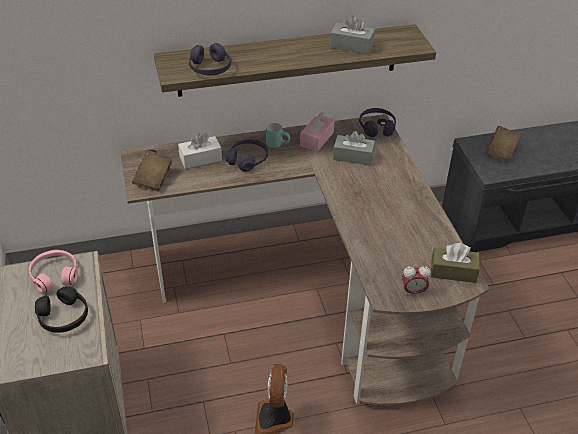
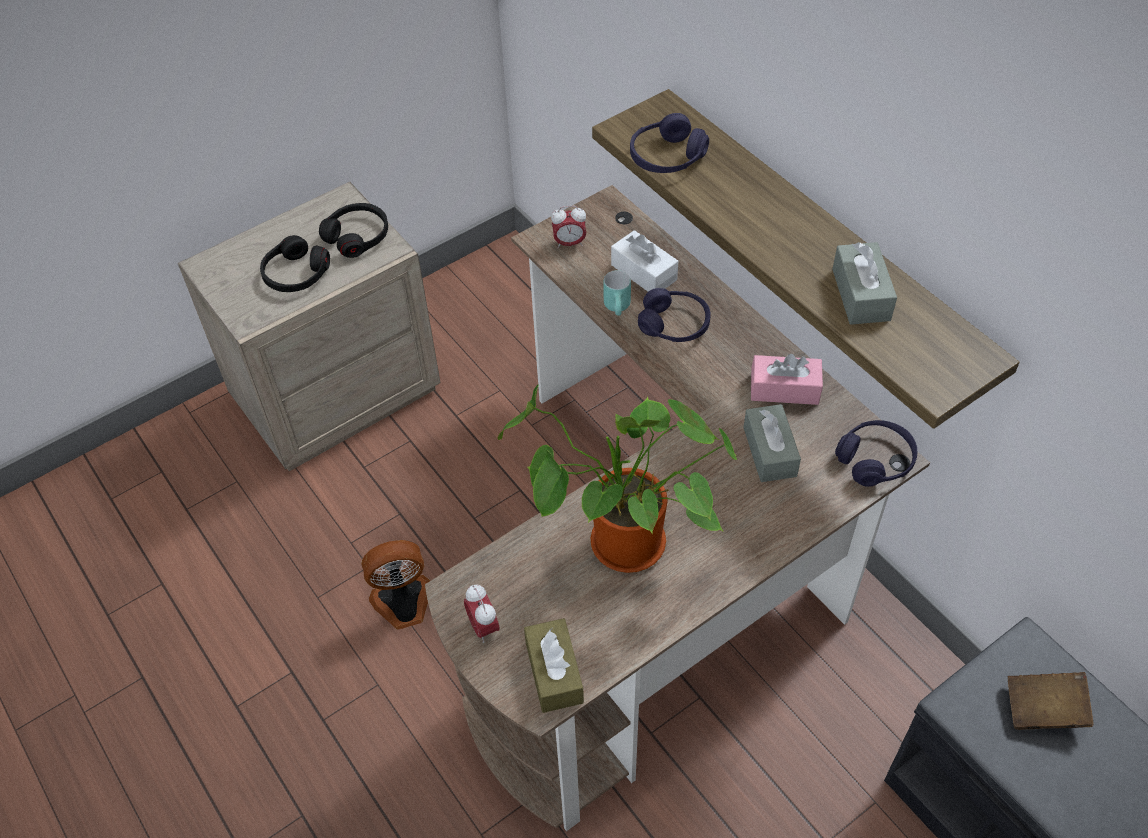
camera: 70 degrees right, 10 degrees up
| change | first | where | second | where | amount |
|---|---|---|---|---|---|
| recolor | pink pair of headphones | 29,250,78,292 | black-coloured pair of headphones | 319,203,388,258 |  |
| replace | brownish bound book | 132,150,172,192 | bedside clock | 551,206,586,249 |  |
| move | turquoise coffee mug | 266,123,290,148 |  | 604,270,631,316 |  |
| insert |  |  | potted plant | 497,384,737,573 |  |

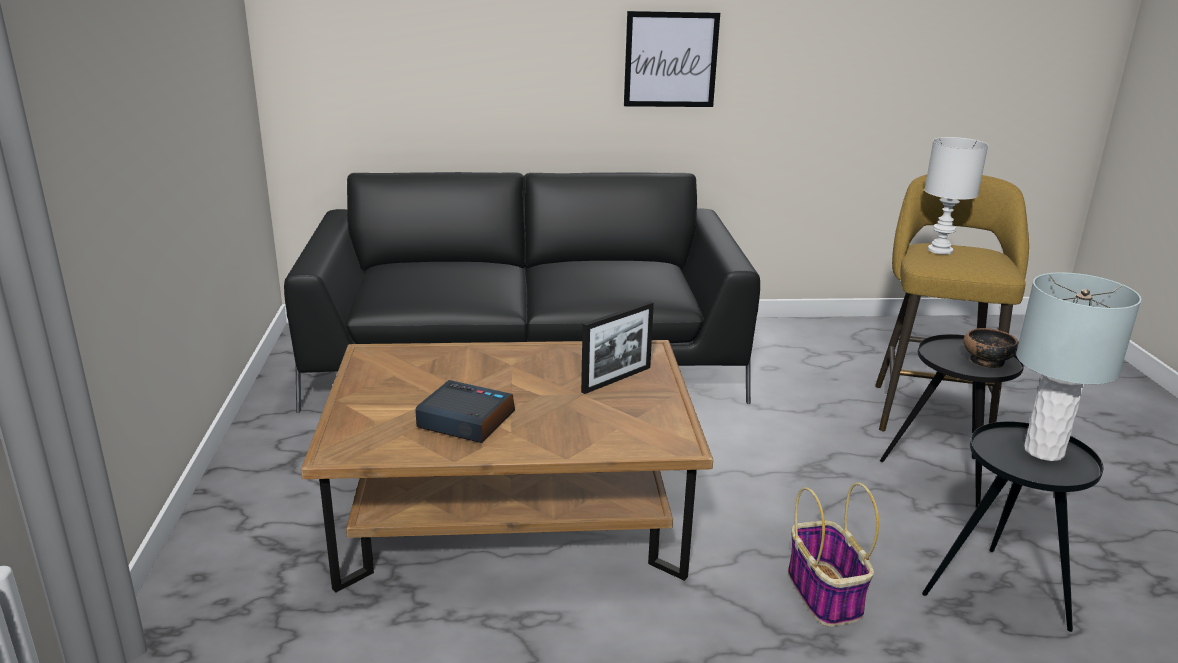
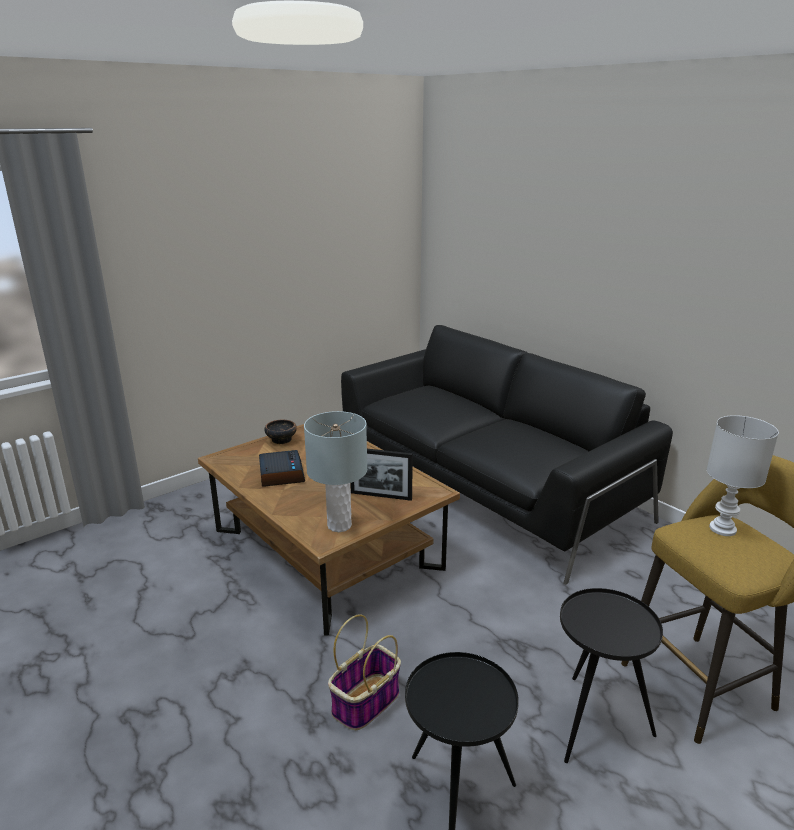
camera: 55 degrees right, 0 degrees up
| change | first | where | second | where | amount |
|---|---|---|---|---|---|
| delete | wall picture | 624,11,720,107 |  |  |  |
| move | serving bowl | 963,328,1019,368 |  | 264,419,297,444 |  |
| move | gray table lamp | 1016,272,1142,461 |  | 304,411,367,532 |  |

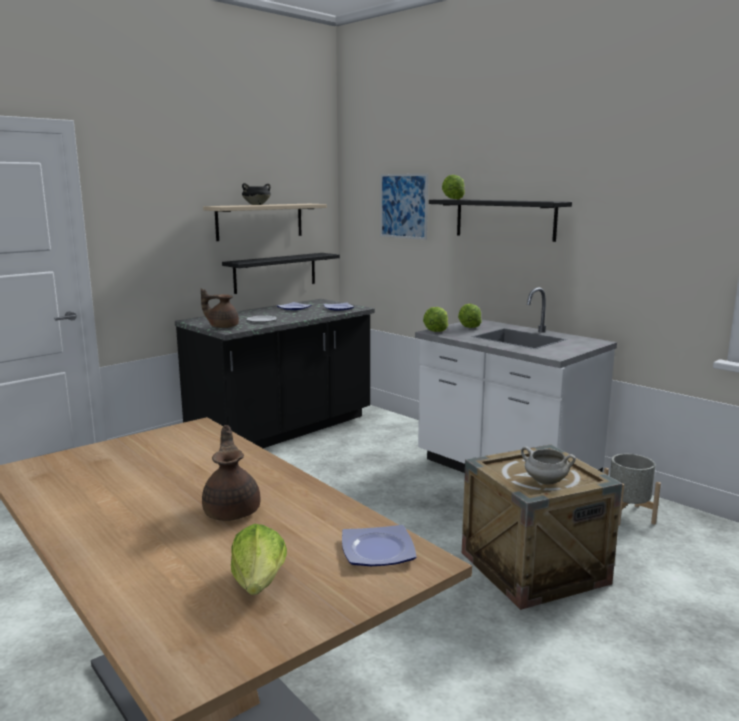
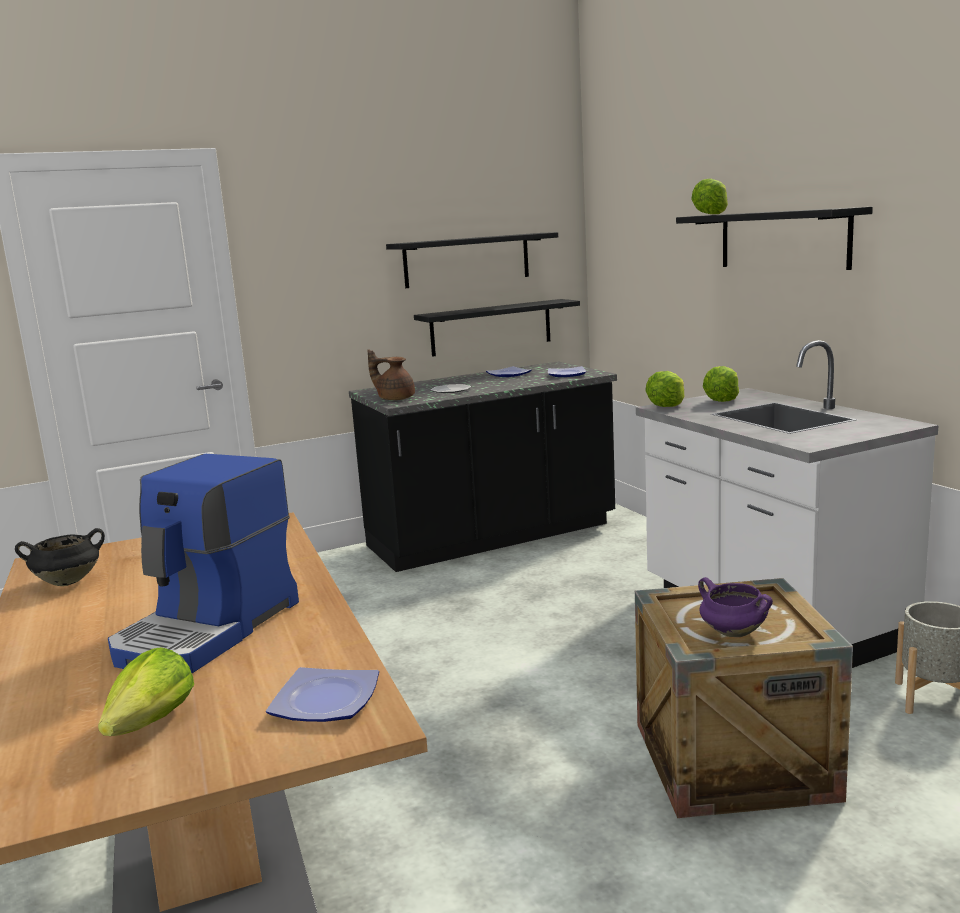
camera: 20 degrees right, 0 degrees up
| change | first | where | second | where | amount |
|---|---|---|---|---|---|
| replace | brownish teapot | 202,425,260,521 | coffee machine | 108,454,299,673 |  |
| recolor | beige-coloured shelf | 203,204,327,241 | black-coloured shelf | 386,232,558,288 |  |
| move | black-coloured stockpot | 242,183,271,205 |  | 15,528,105,586 |  |
| delete | wall picture | 380,174,428,240 |  |  |  |
| recolor | white stockpot | 521,446,576,485 | purplish stockpot | 698,577,773,637 |  |

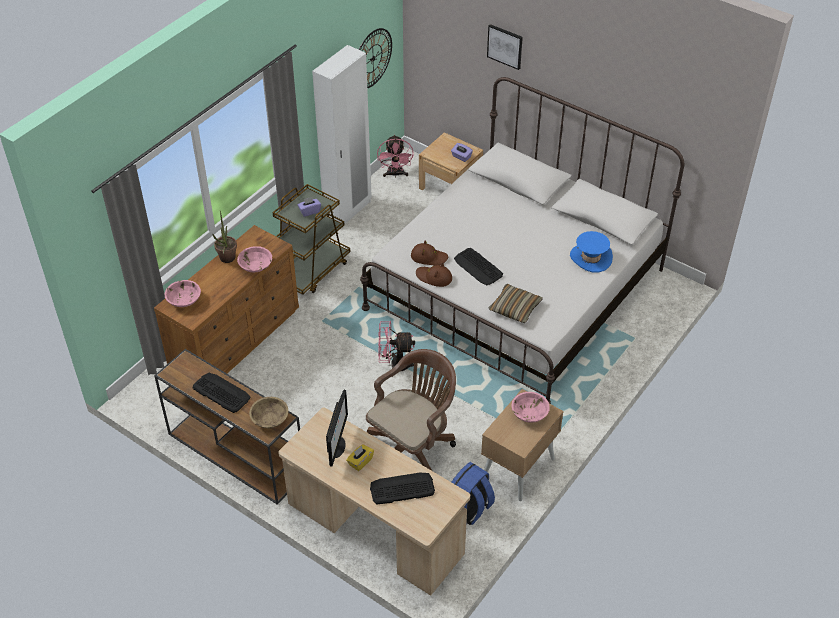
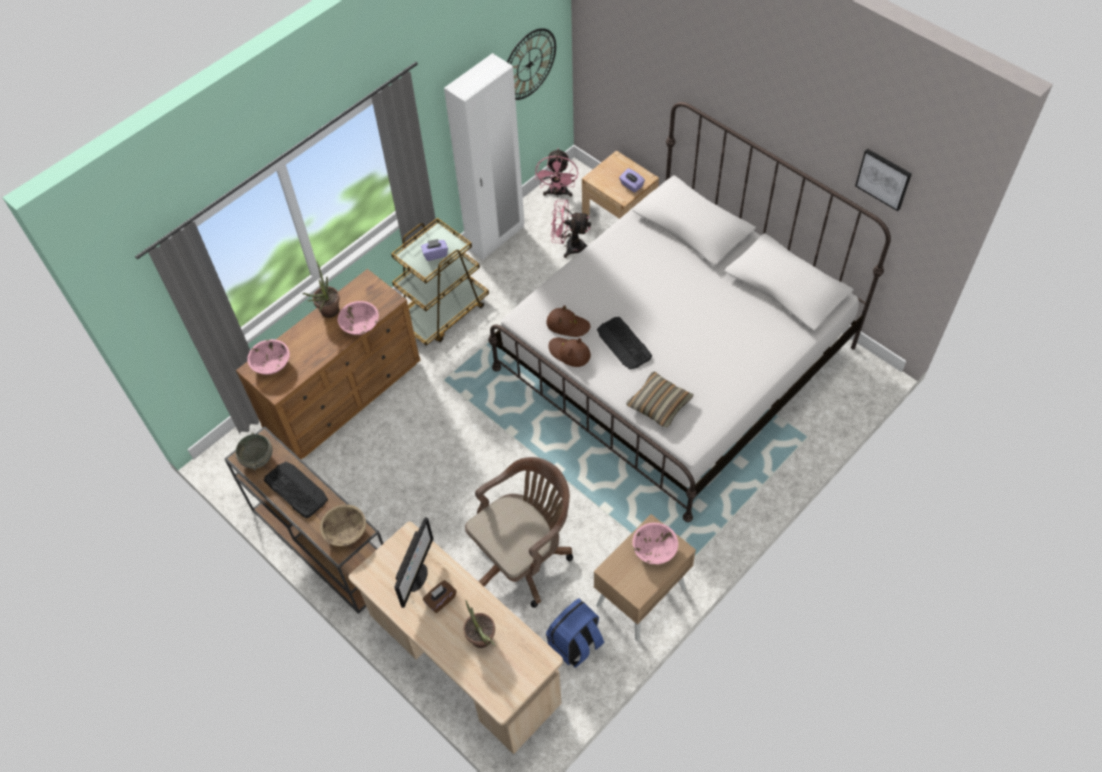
camera: 10 degrees right, 10 degrees up
| change | first | where | second | where | amount |
|---|---|---|---|---|---|
| recolor | yellow-coloured tissue box | 346,445,374,471 | brownish tissue box | 423,580,457,613 |  |
| replace | PC keyboard | 370,472,435,505 | potted plant | 463,600,496,648 |  |
| move | pink electric fan | 378,321,415,377 |  | 551,199,591,258 |  |
| move | wall picture | 487,24,523,70 |  | 855,148,912,211 |  |
| delete | bluish wearable hat | 570,231,613,272 |  |  |  |
| insert |  |  | gray serving bowl | 236,432,272,470 |  |

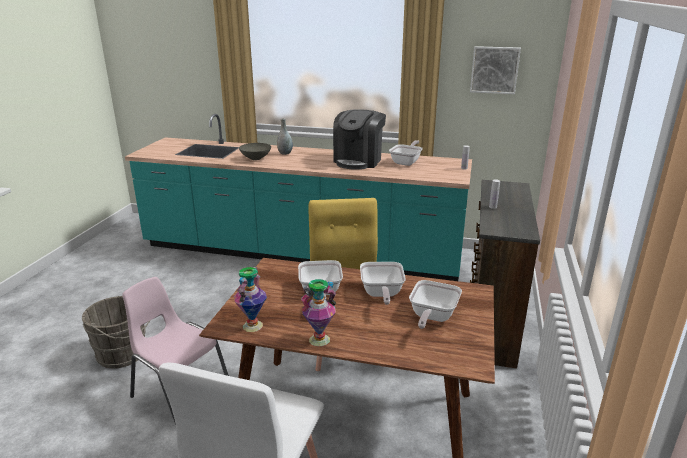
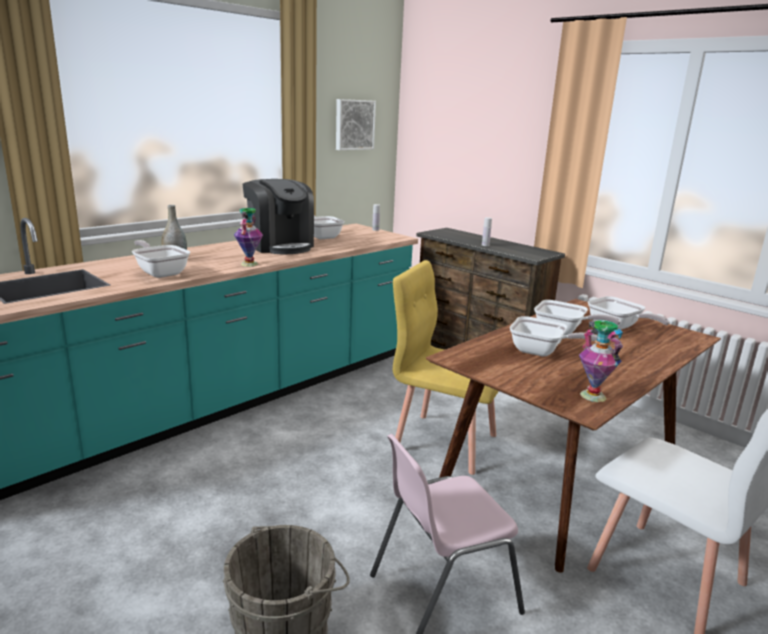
camera: 60 degrees left, 5 degrees down
| change | first | where | second | where | amount |
|---|---|---|---|---|---|
| replace | gray serving bowl | 239,143,271,160 | skillet | 132,240,190,278 |  |
| move | vase | 301,279,336,347 |  | 234,208,263,267 |  |

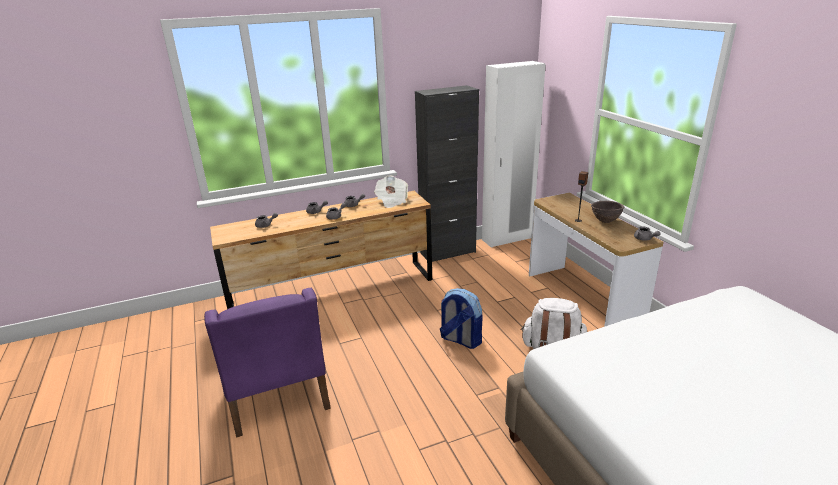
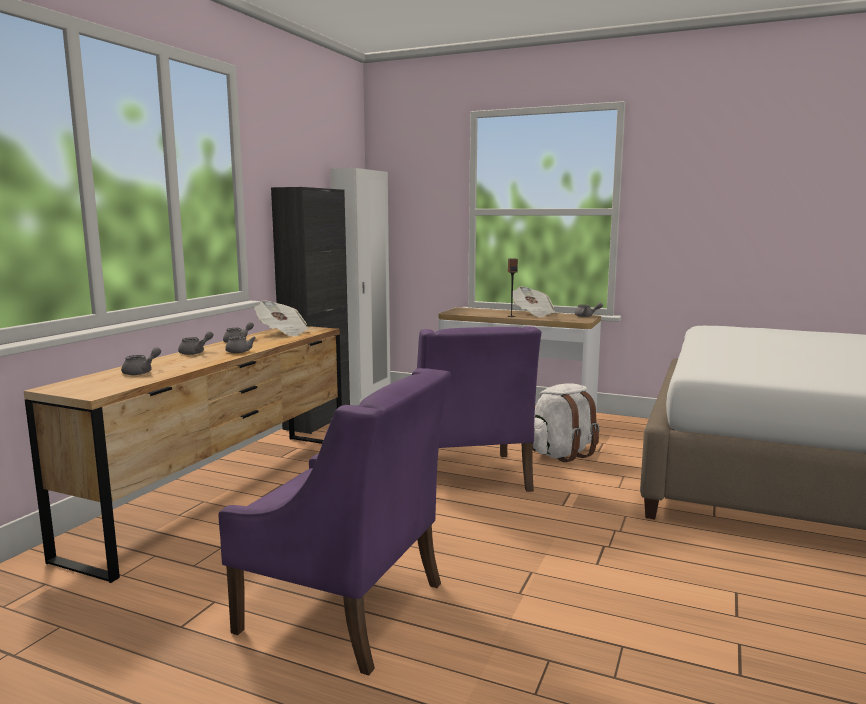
camera: 45 degrees left, 15 degrees down
| change | first | where | second | where | amount |
|---|---|---|---|---|---|
| replace | knapsack | 440,288,482,349 | purplish armchair | 417,326,542,492 |  |
| replace | brownish serving bowl | 591,201,624,223 | printed paper | 513,286,555,317 |  |

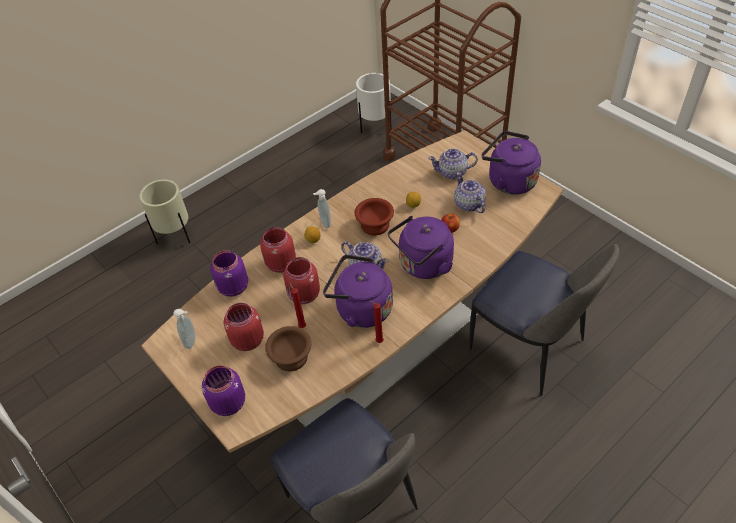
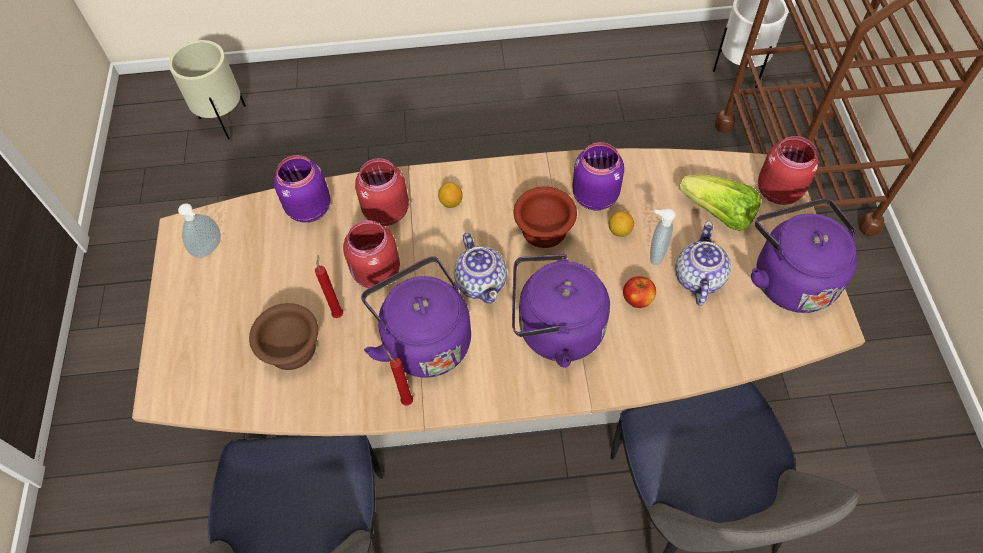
camera: 35 degrees right, 10 degrees up
| change | first | where | second | where | amount |
|---|---|---|---|---|---|
| move | beige-coloured plant pot | 139,179,190,244 |  | 169,40,246,140 |  |
| move | purplish storage jar | 202,365,245,416 |  | 573,142,624,210 |  |
| move | red-coloured storage jar | 224,303,264,351 |  | 758,136,819,205 |  |
| move | soap dispenser | 313,189,331,228 |  | 650,209,676,265 |  |
| replace | teapot | 428,148,478,179 | lettuce head | 679,175,761,231 |  |

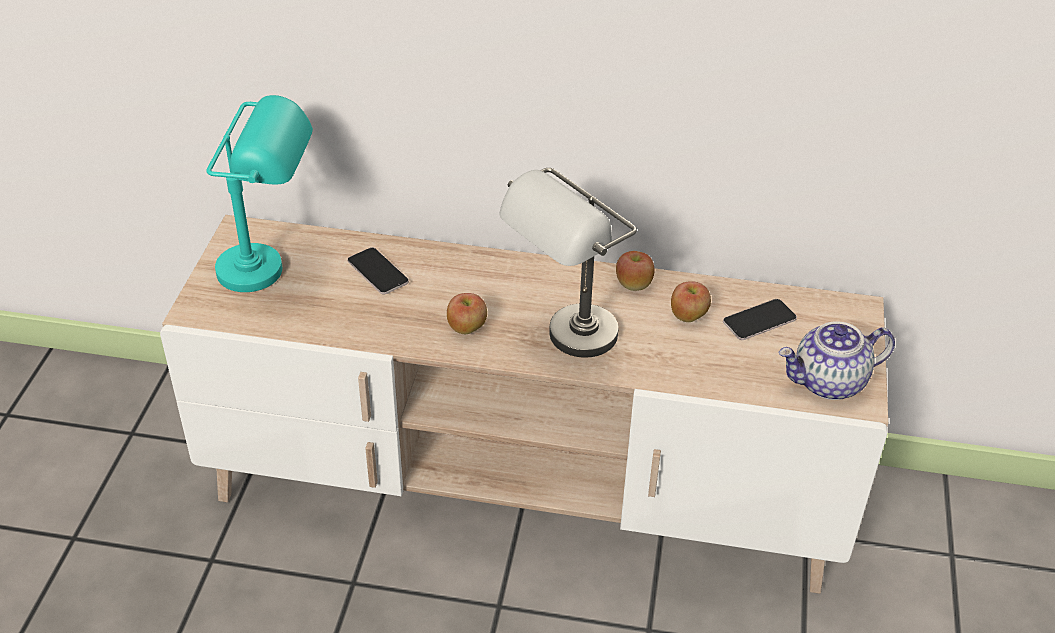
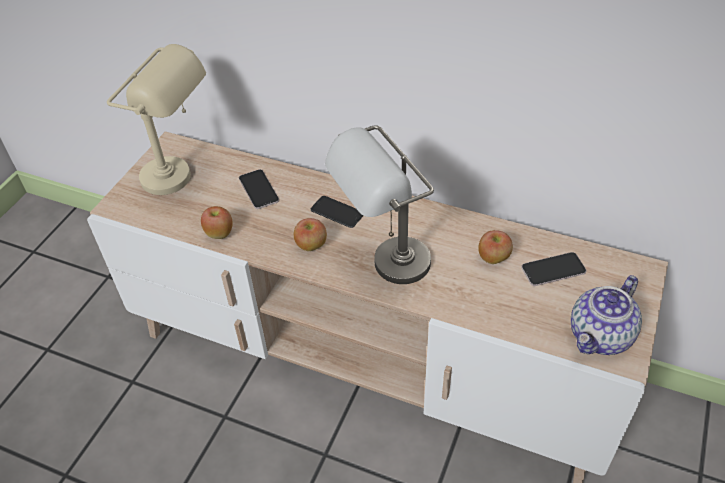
camera: 15 degrees right, 5 degrees up
| change | first | where | second | where | amount |
|---|---|---|---|---|---|
| recolor | turquoise table lamp | 206,95,313,292 | beige-coloured table lamp | 107,44,206,195 |  |
| move | apple | 616,251,654,291 |  | 201,206,232,239 |  |
| rotate | teapot | 779,321,895,400 |  | 571,275,642,355 | 45 degrees counterclockwise |
| insert |  |  | telephone | 311,196,363,228 |  |

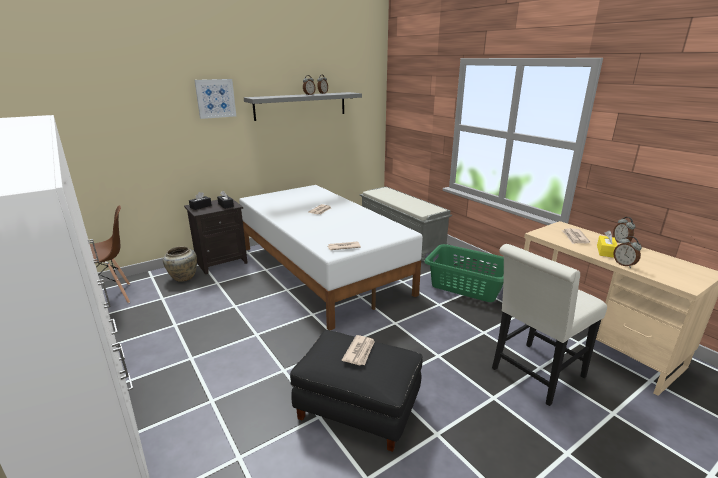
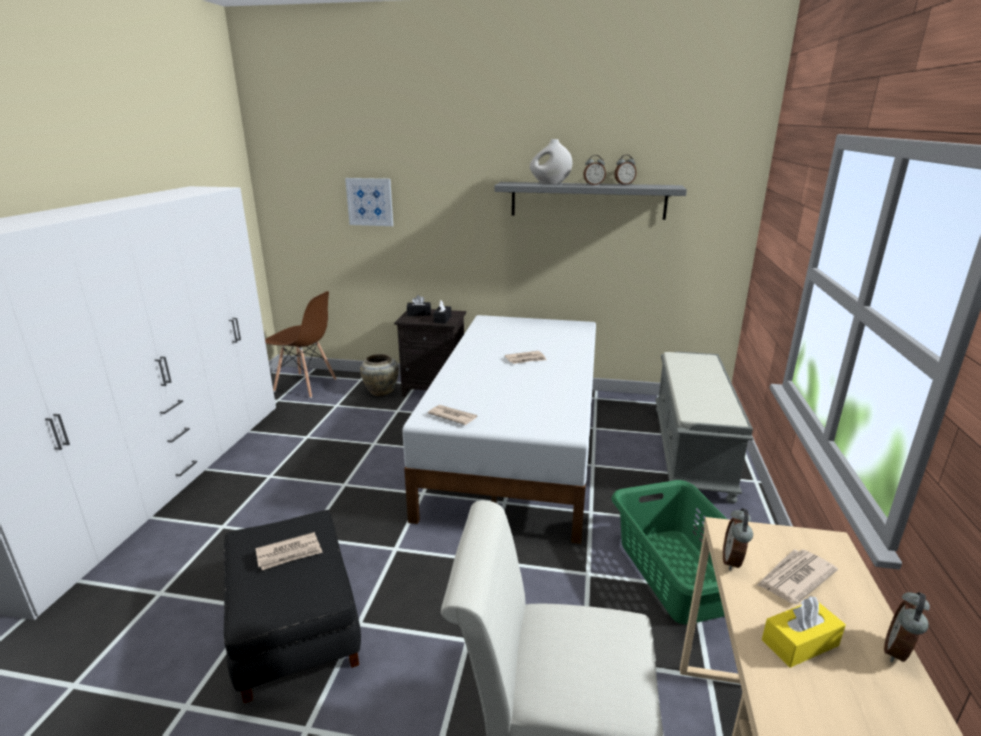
camera: 45 degrees right, 0 degrees up
| change | first | where | second | where | amount |
|---|---|---|---|---|---|
| move | wall picture | 194,79,236,119 |  | 345,178,393,226 |  |
| move | bedside clock | 613,236,642,268 |  | 723,508,753,571 |  |
| insert |  |  | white vase | 530,139,572,185 |  |

